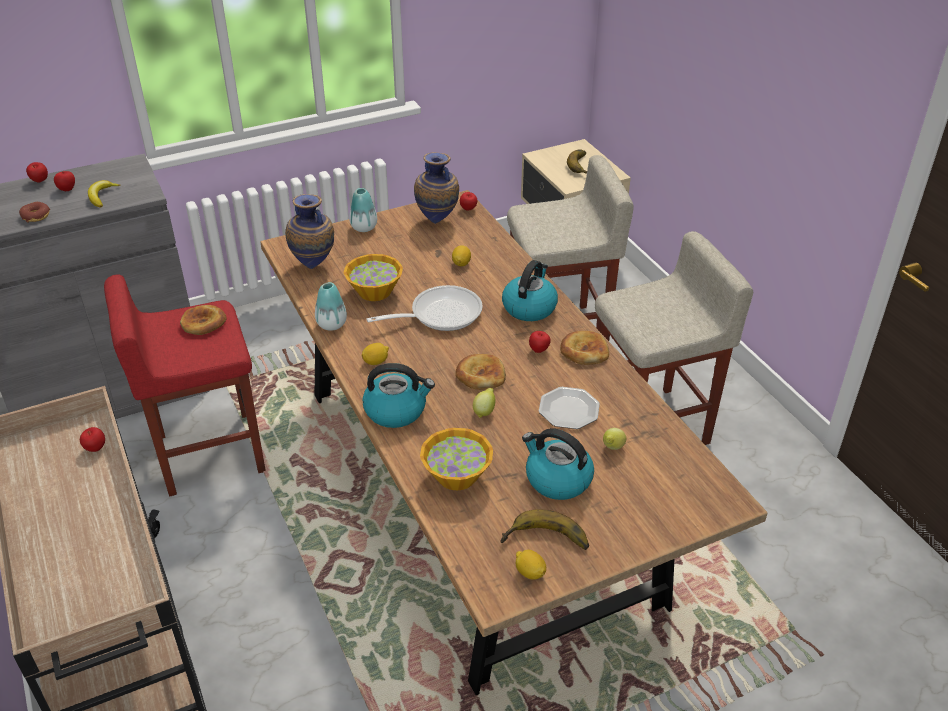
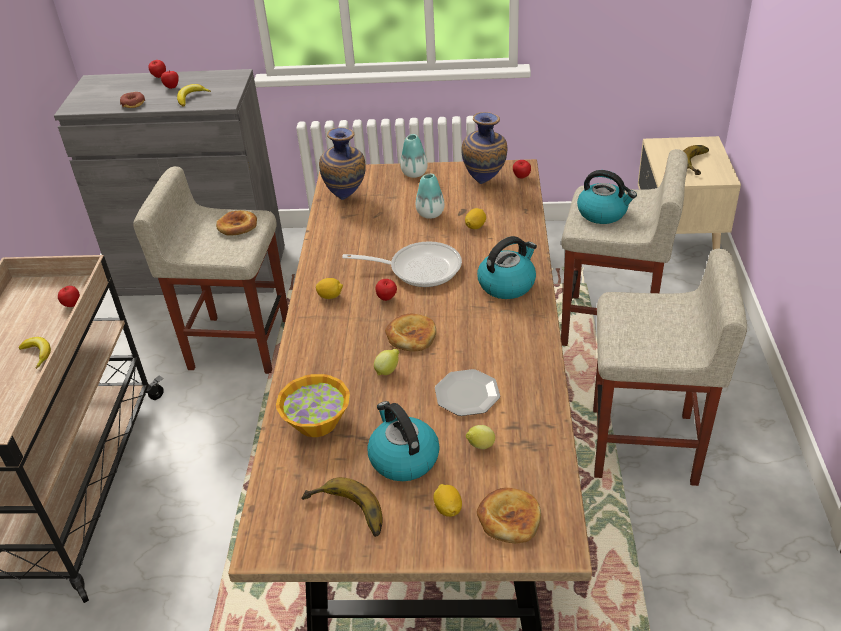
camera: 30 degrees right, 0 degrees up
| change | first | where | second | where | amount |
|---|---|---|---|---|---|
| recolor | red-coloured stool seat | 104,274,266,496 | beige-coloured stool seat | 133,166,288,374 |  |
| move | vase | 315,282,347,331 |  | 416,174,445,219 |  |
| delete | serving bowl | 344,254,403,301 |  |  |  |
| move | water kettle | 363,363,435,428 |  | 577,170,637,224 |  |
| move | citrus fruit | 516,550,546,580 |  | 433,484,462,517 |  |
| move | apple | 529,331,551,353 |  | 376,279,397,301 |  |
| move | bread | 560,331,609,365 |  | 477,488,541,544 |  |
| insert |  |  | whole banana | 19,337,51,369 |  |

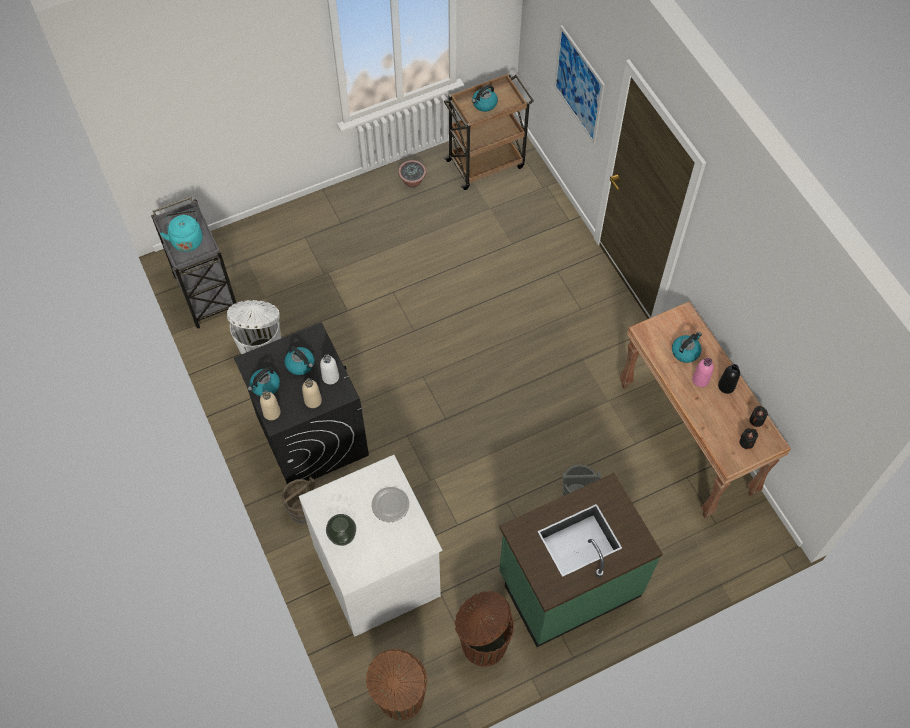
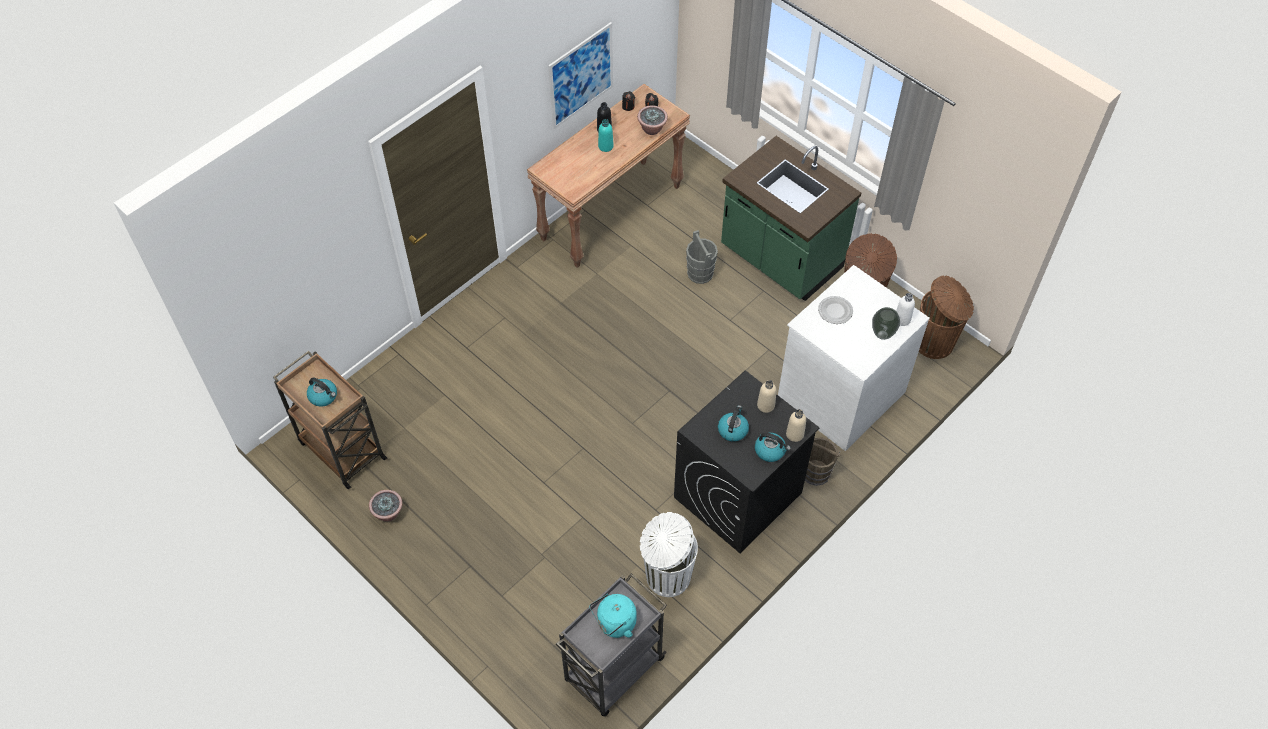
camera: 110 degrees left, 5 degrees down
| change | first | where | second | where | amount |
|---|---|---|---|---|---|
| move | white beverage bottle | 320,354,339,384 |  | 896,293,915,326 |  |
| move | wall picture | 554,25,605,144 |  | 548,22,613,129 |  |
| delete | water kettle | 672,332,702,363 |  |  |  |
| recolor | pink beverage bottle | 692,358,714,387 | turquoise beverage bottle | 598,119,614,152 |  |
| insert |  |  | potted plant | 637,105,668,135 |  |

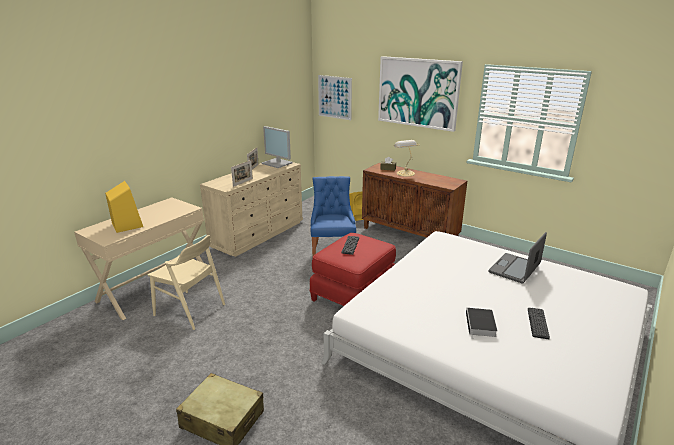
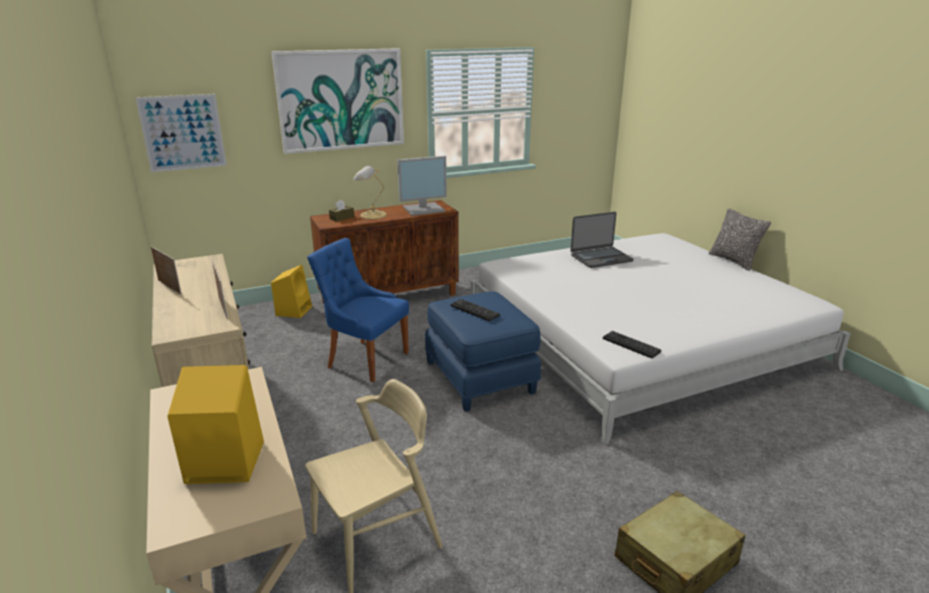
camera: 60 degrees left, 0 degrees up
| change | first | where | second | where | amount |
|---|---|---|---|---|---|
| move | computer screen | 261,126,293,168 |  | 397,156,447,216 |  |
| recolor | red-coloured ottoman | 310,233,396,306 | bluish ottoman | 425,291,541,412 |  |
| delete | bound book | 466,308,497,338 |  |  |  |
| rotate | laptop | 488,232,547,284 |  | 570,212,633,268 | 90 degrees counterclockwise |
| move | PC keyboard | 528,308,550,339 |  | 603,331,661,358 |  |
| insert |  |  | throw pillow | 709,208,771,271 |  |

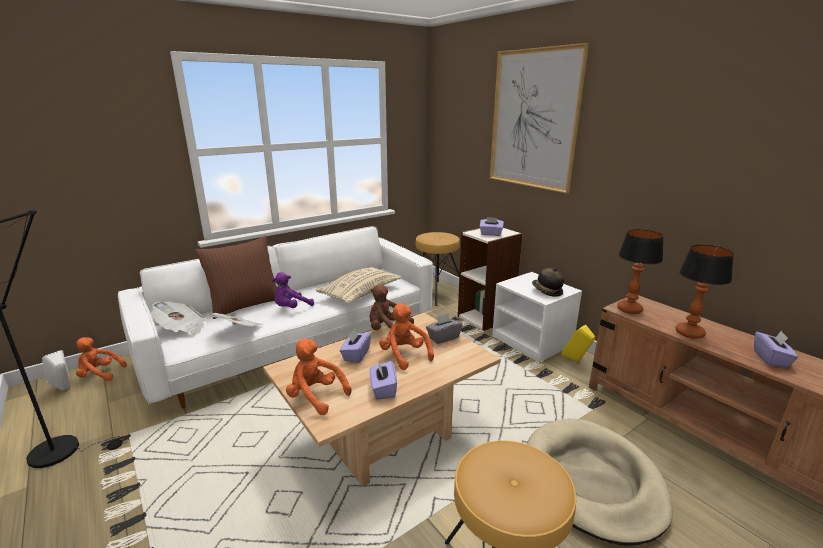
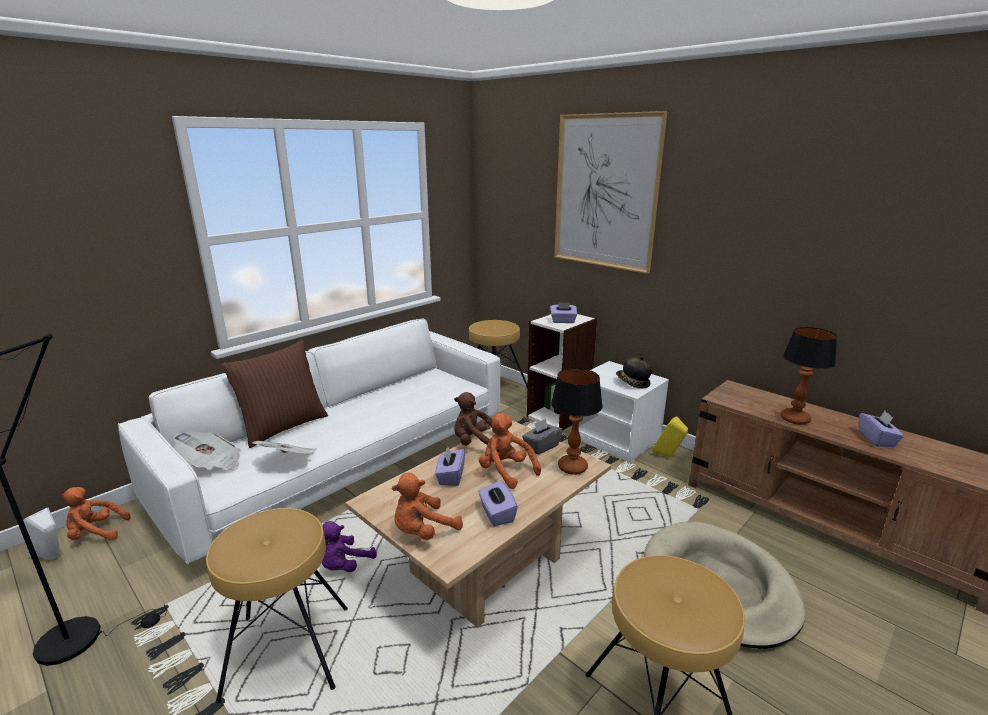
camera: 10 degrees left, 0 degrees up
| change | first | where | second | where | amount |
|---|---|---|---|---|---|
| move | purplish plush toy | 272,272,314,308 |  | 322,521,377,572 |  |
| rotate | orange-coloured plush toy | 286,339,351,415 |  | 392,472,463,540 | 60 degrees counterclockwise |
| delete | beige-coloured throw pillow | 316,267,402,304 |  |  |  |
| move | table lamp | 617,229,664,314 |  | 551,368,603,475 |  |
| insert |  |  | brownish stool seat | 206,508,348,703 |  |

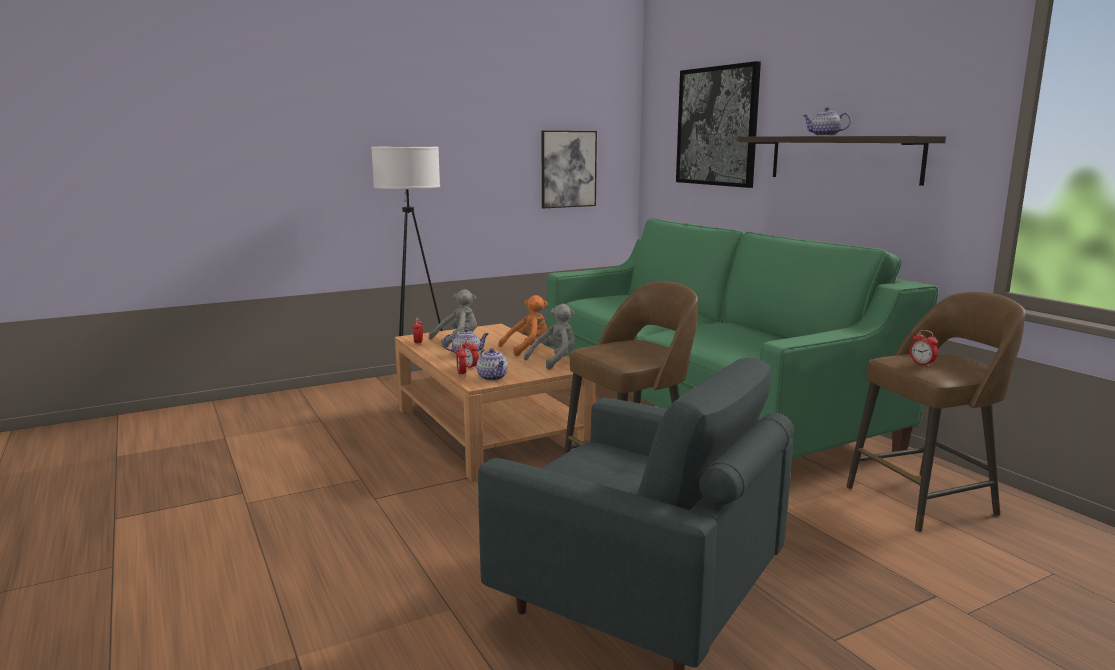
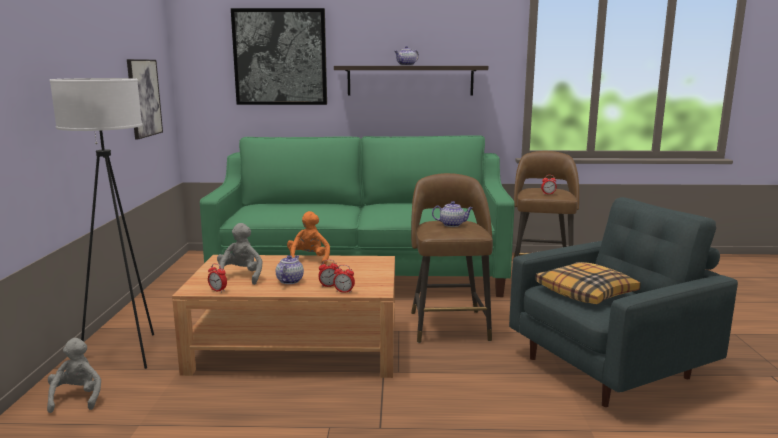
camera: 60 degrees left, 0 degrees up
| change | first | where | second | where | amount |
|---|---|---|---|---|---|
| move | teapot | 476,348,508,381 |  | 432,201,473,227 |  |
| move | gray plush toy | 524,304,575,370 |  | 47,338,101,413 |  |
| insert |  |  | throw pillow | 535,262,641,304 |  |

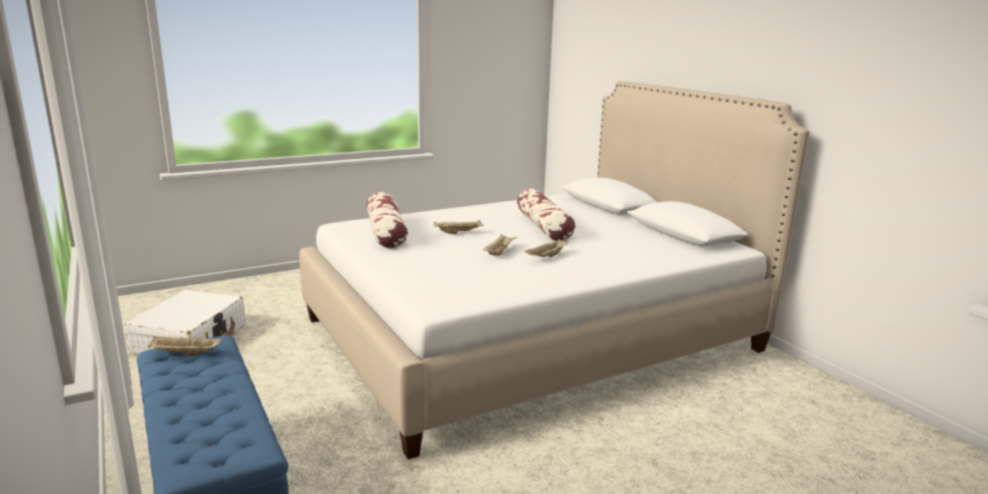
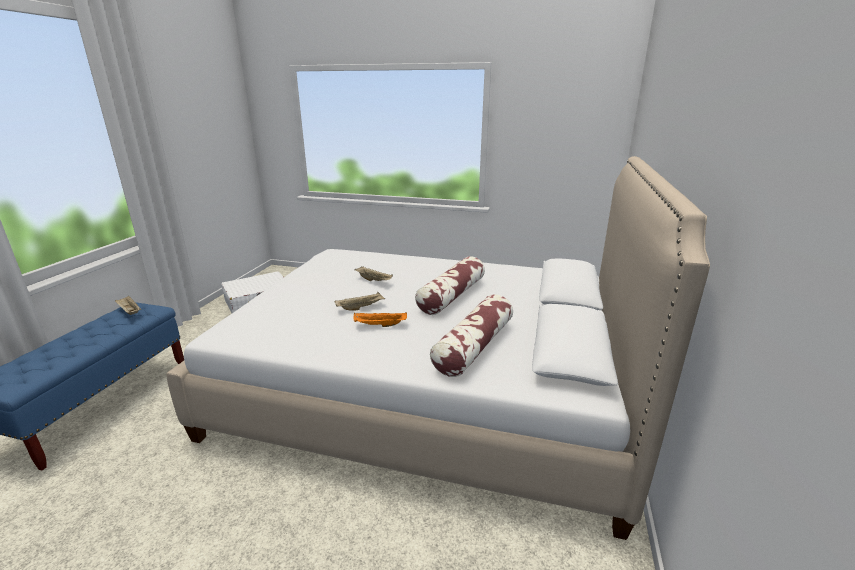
camera: 45 degrees right, 5 degrees up
| change | first | where | second | where | amount |
|---|---|---|---|---|---|
| move | throw pillow | 366,192,408,248 |  | 430,294,513,377 |  |
| recolor | beige-coloured carrying tray | 524,239,569,257 | orange-coloured carrying tray | 354,312,407,327 |  |

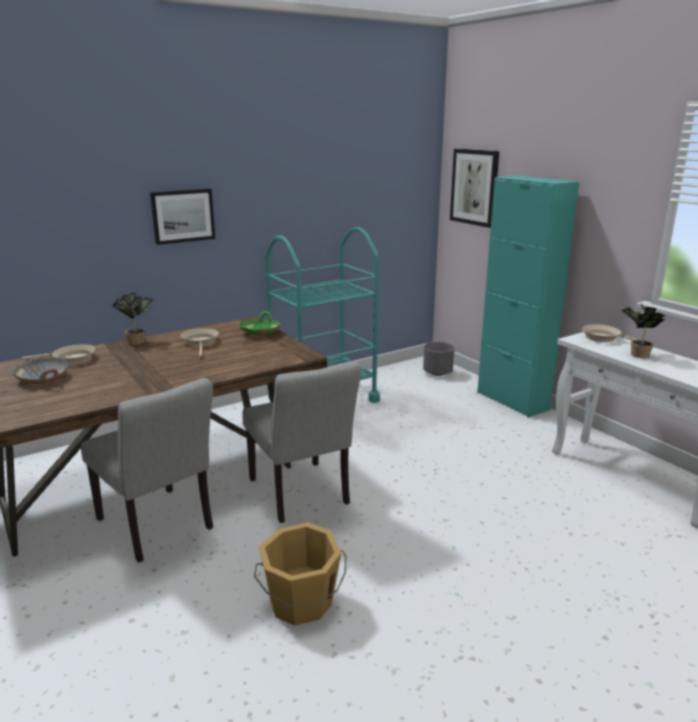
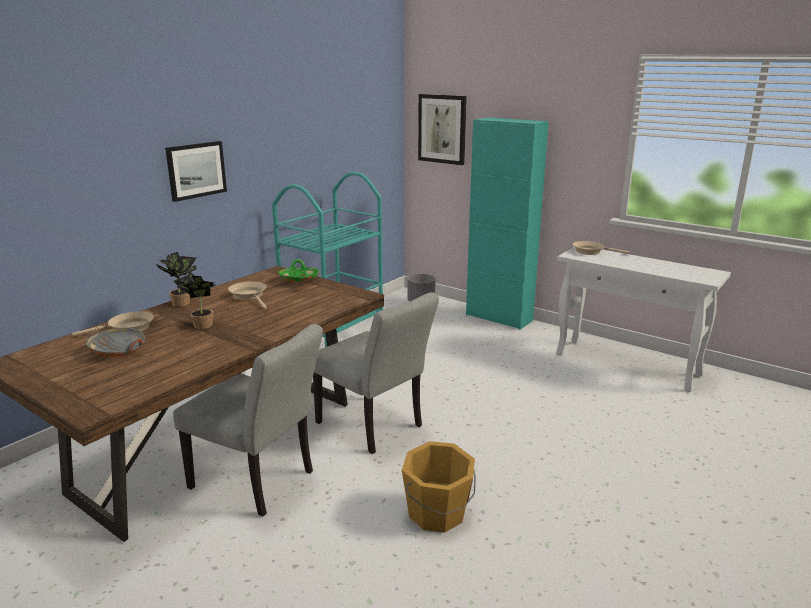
camera: 20 degrees left, 0 degrees up
| change | first | where | second | where | amount |
|---|---|---|---|---|---|
| move | potted plant | 622,303,665,358 |  | 173,271,215,329 |  |

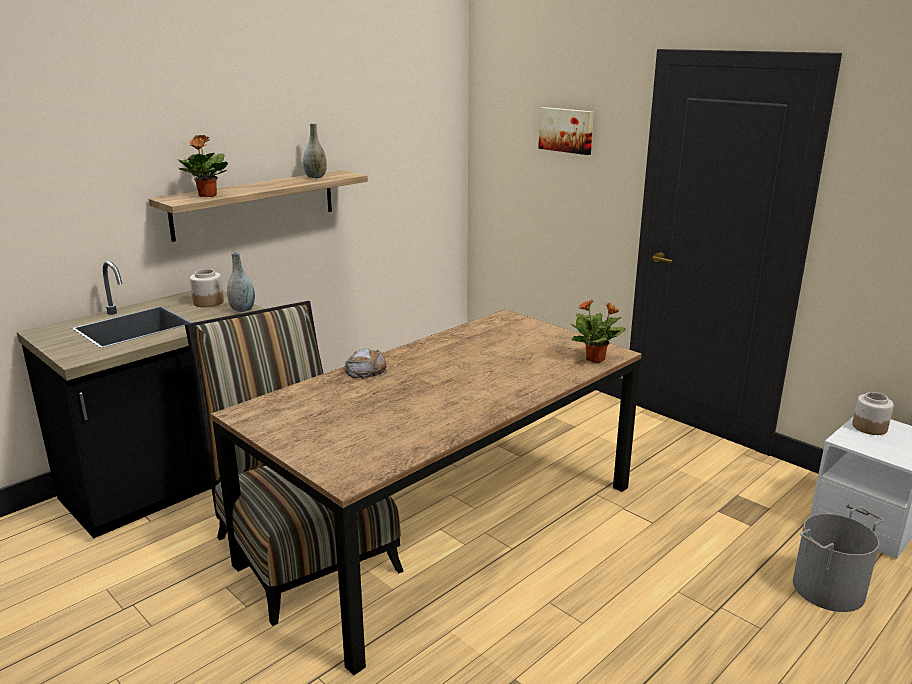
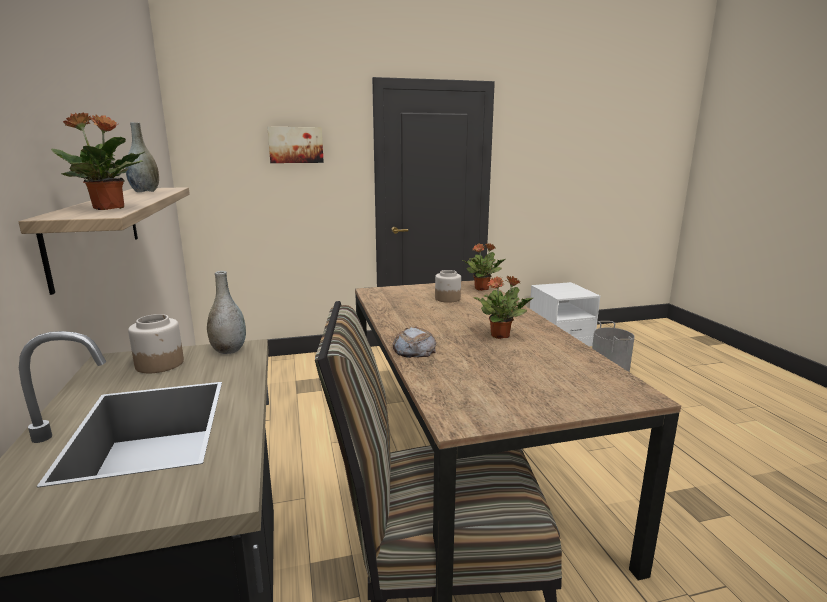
camera: 60 degrees left, 5 degrees down
| change | first | where | second | where | amount |
|---|---|---|---|---|---|
| move | storage jar | 852,392,894,435 |  | 435,270,461,303 |  |
| insert |  |  | potted plant | 473,276,533,339 |  |

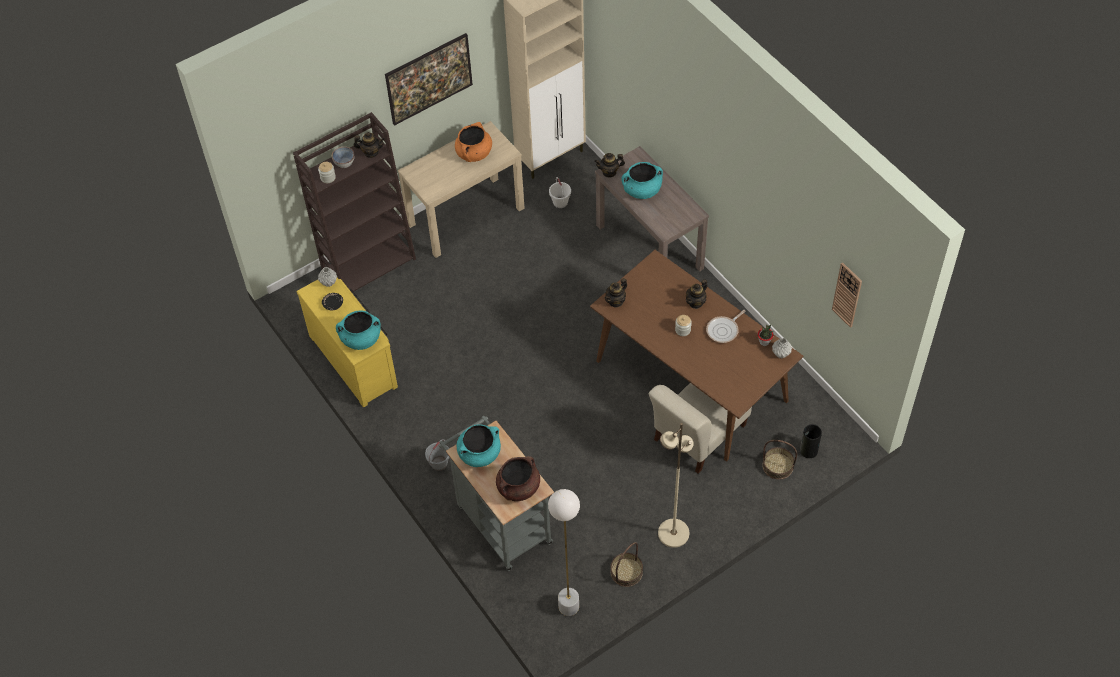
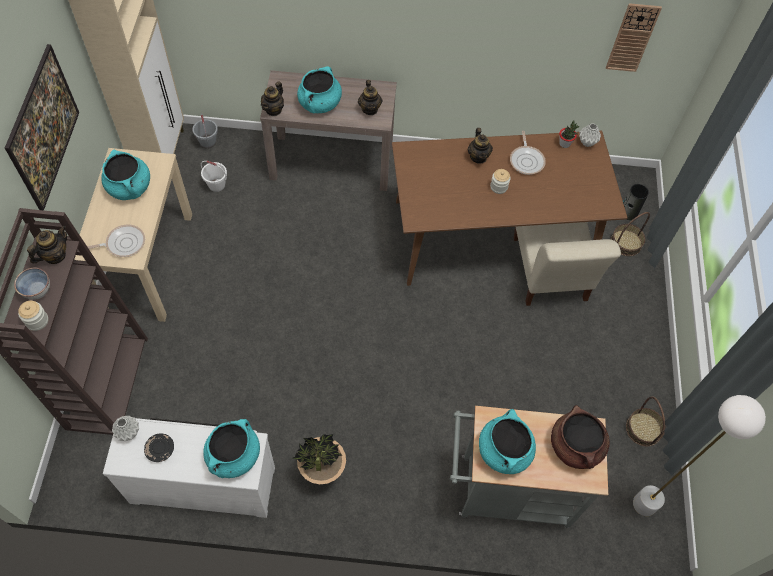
camera: 55 degrees left, 5 degrees up
| change | first | where | second | where | amount |
|---|---|---|---|---|---|
| recolor | yellow-coloured dresser | 297,278,398,407 | white dresser | 103,418,275,518 |  |
| move | gray water bucket | 425,439,450,471 |  | 193,113,218,149 |  |
| recolor | orange-coloured stockpot | 455,122,492,162 | turquoise stockpot | 101,150,150,200 |  |
| move | teapot | 604,278,627,308 |  | 358,80,382,115 |  |
| delete | beige-coloured standard lamp | 658,423,694,548 |  |  |  |
| insert |  |  | skillet | 87,225,145,257 |  |
| insert |  |  | potted plant | 292,434,346,484 |  |

